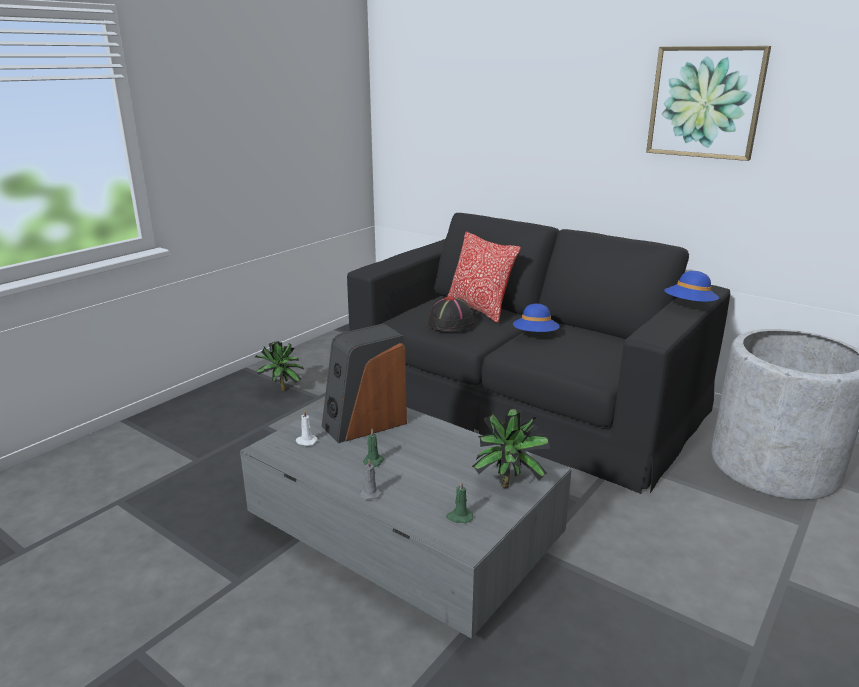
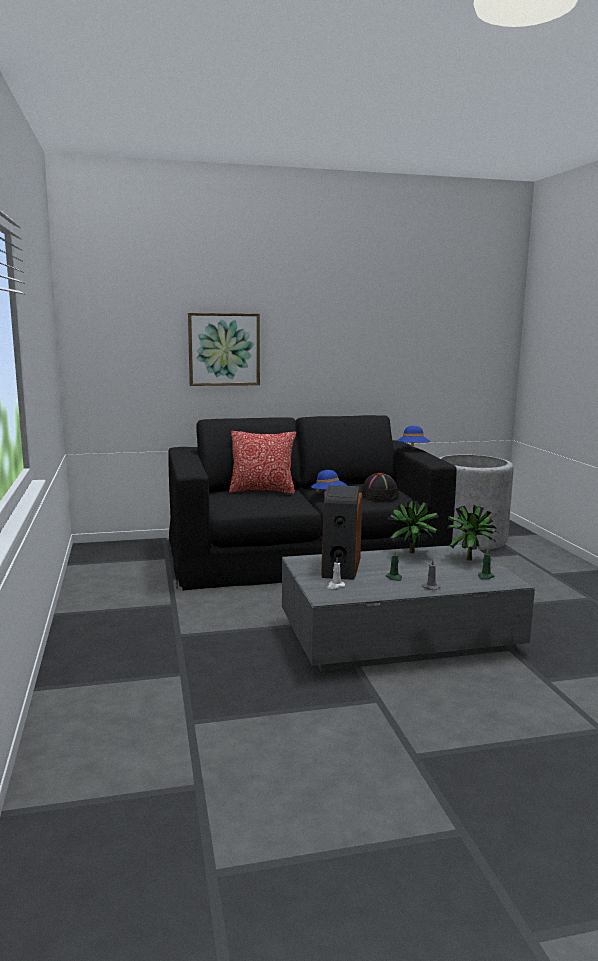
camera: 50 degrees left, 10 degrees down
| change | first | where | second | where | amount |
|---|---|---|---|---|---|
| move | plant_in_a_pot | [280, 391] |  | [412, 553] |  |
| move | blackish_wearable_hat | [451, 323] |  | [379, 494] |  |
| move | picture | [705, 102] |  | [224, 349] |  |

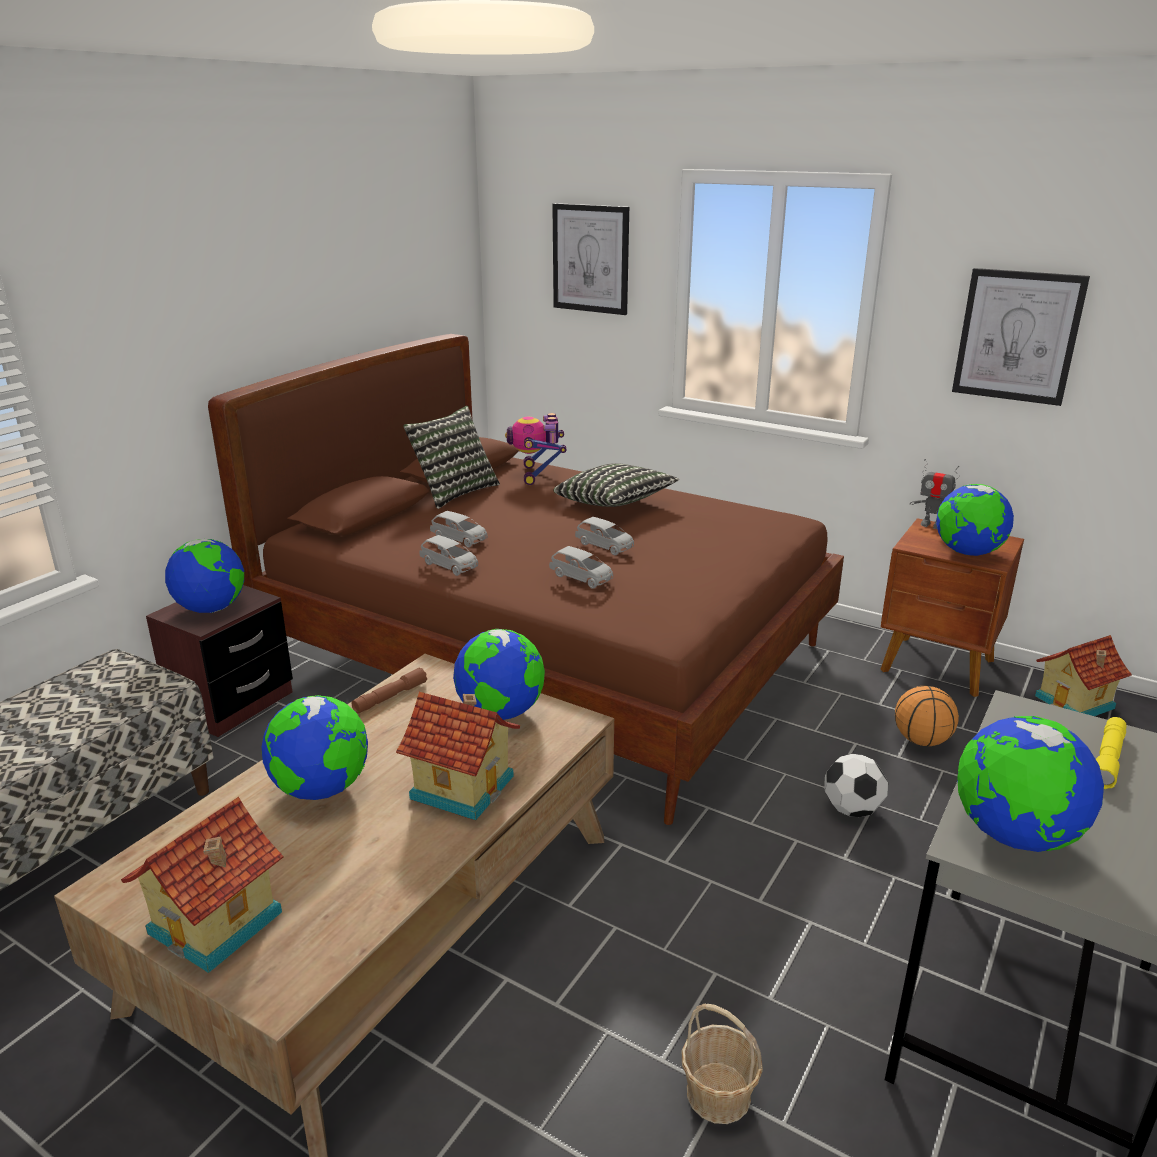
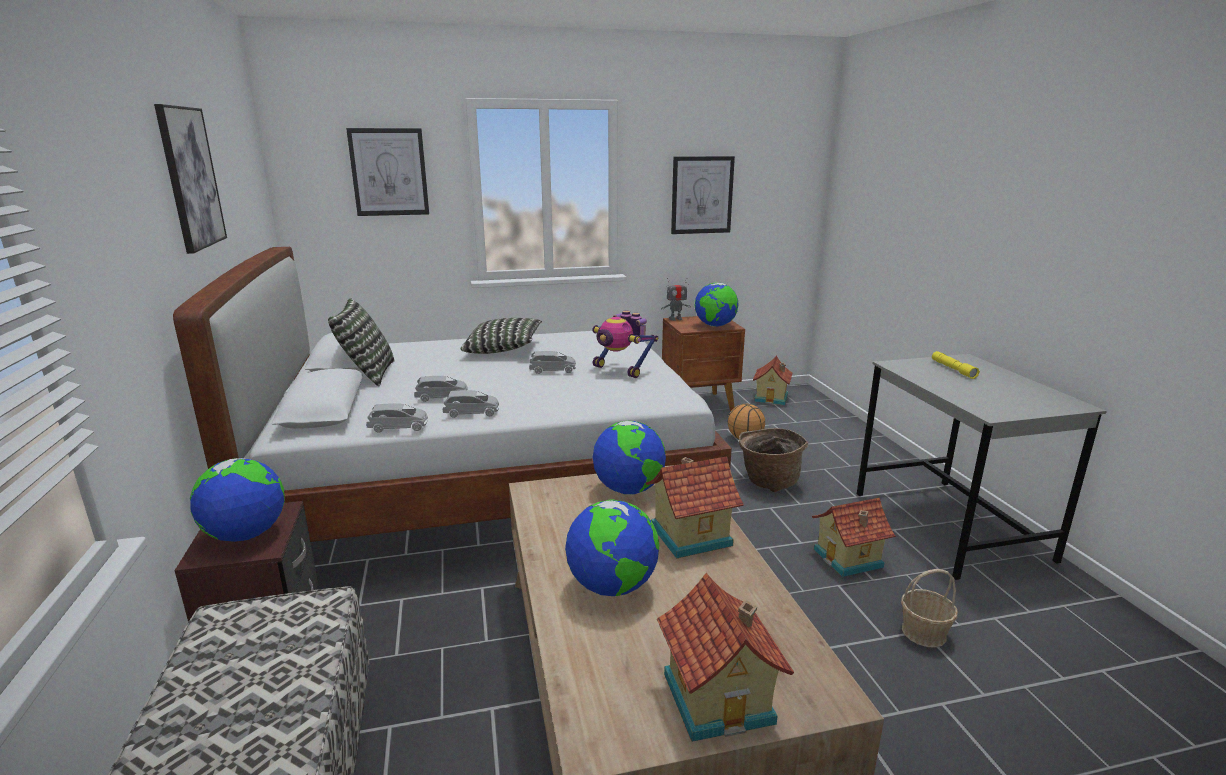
camera: 45 degrees left, 5 degrees down
| change | first | where | second | where | amount |
|---|---|---|---|---|---|
| delete | brown-coloured_flashlight | [390, 697] |  |  |  |
| delete | world_globe | [1014, 835] |  |  |  |
| insert |  |  | picture | [190, 178] |  |
| insert |  |  | toy_house | [849, 559] |  |
| move | robot_figure | [537, 475] |  | [621, 370] |  |
| move | greyish_toy_car | [582, 578] |  | [399, 427] |  |
| replace | football_ball | [852, 809] | household_basket | [768, 482] |  |
| recolor | brown-coloured_bedroom_bed | [547, 656] | white_bedroom_bed | [489, 484] |  |

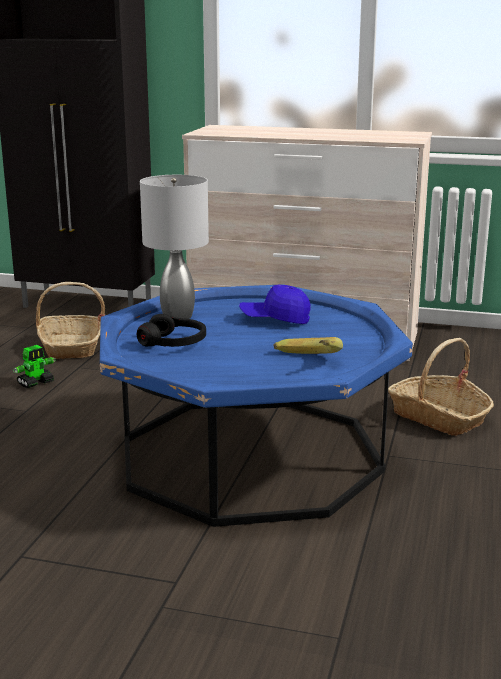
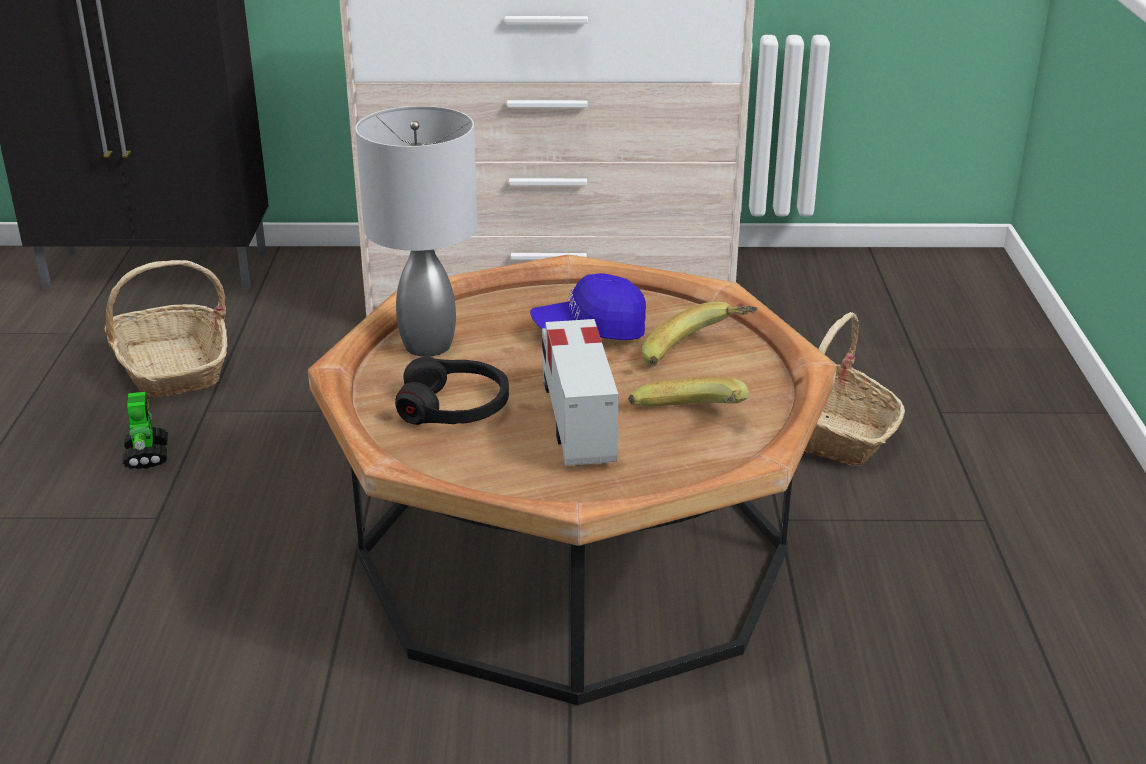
camera: 15 degrees left, 10 degrees up
| change | first | where | second | where | amount |
|---|---|---|---|---|---|
| insert |  |  | model_truck | [577, 419] |  |
| insert |  |  | banana_fruit | [698, 356] |  |
| recolor | blue-coloured_low_table | [250, 455] | brown-coloured_low_table | [572, 553] |  |
| rotate | robot_figure | [36, 383] |  | [147, 455] | 45 degrees counterclockwise |

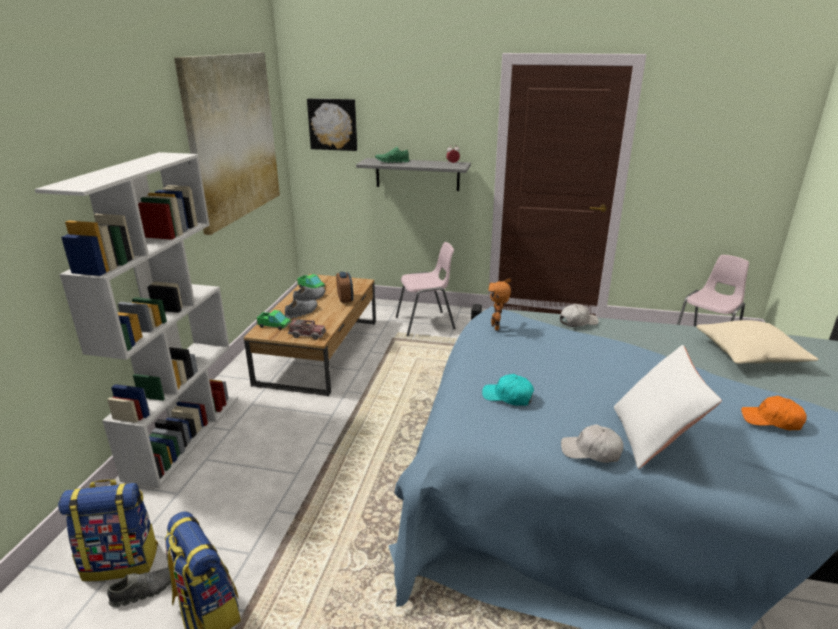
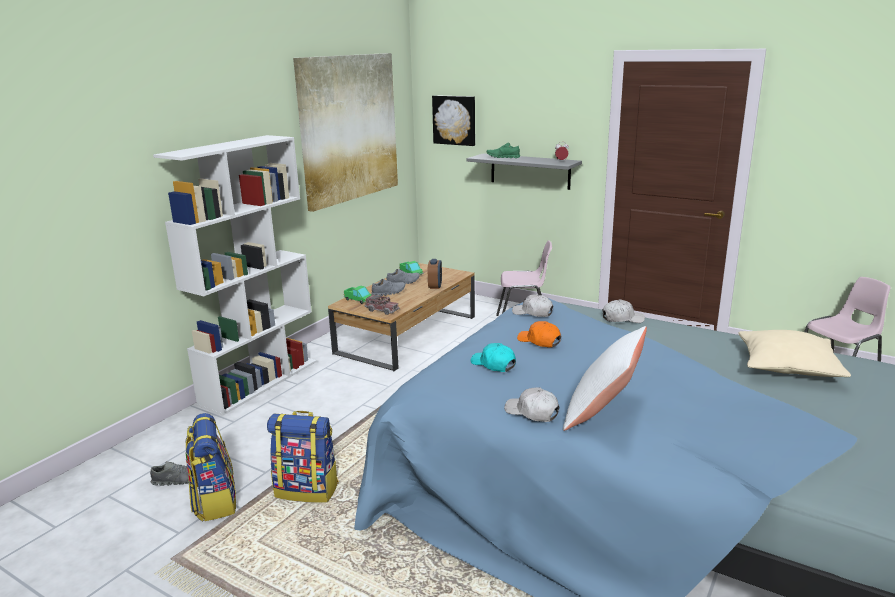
camera: 20 degrees right, 5 degrees down
| change | first | where | second | where | amount |
|---|---|---|---|---|---|
| move | rucksack | [122, 561] |  | [307, 490] |  |
| move | orange-coloured_peaked_cap | [771, 420] |  | [539, 341] |  |
| replace | robot_figure | [497, 327] | white_peaked_cap | [533, 313] |  |

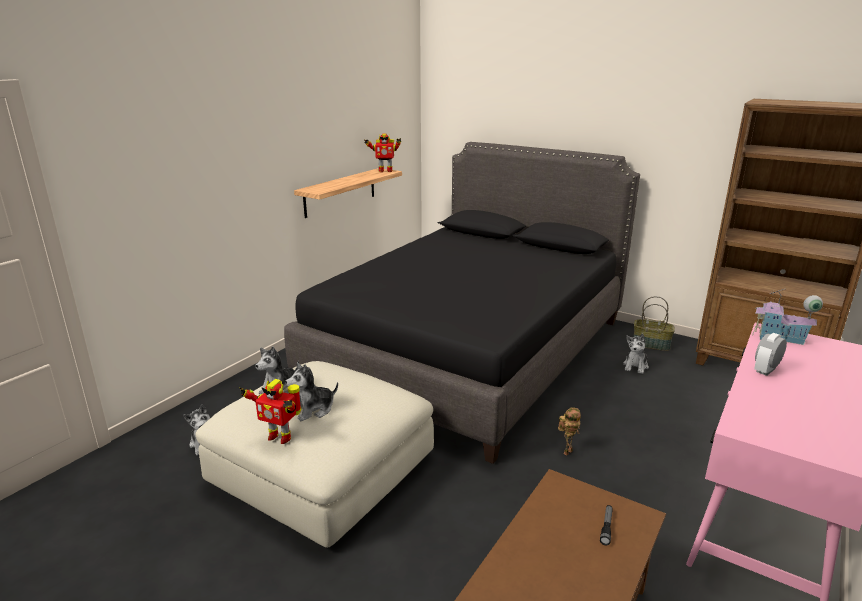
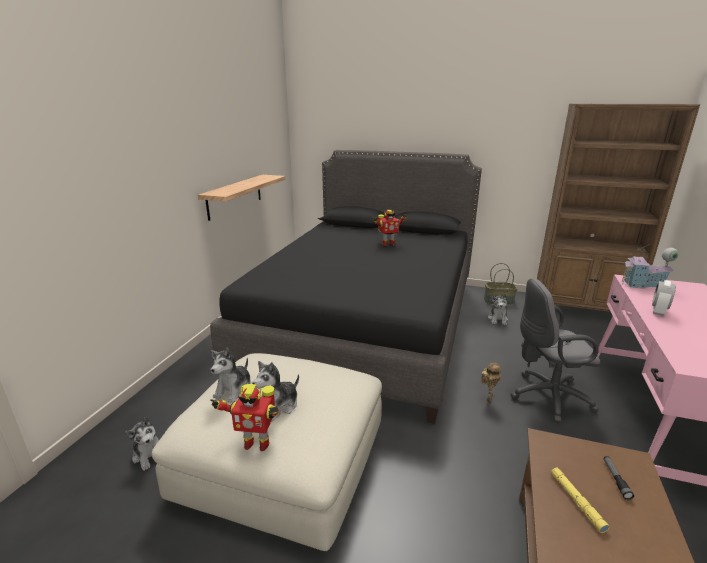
camera: 15 degrees left, 0 degrees up
| change | first | where | second | where | amount |
|---|---|---|---|---|---|
| insert |  |  | greyish_office_chair | [546, 397] |  |
| insert |  |  | yellowish_flashlight | [576, 501] |  |
| move | robot_figure | [385, 171] |  | [388, 244] |  |

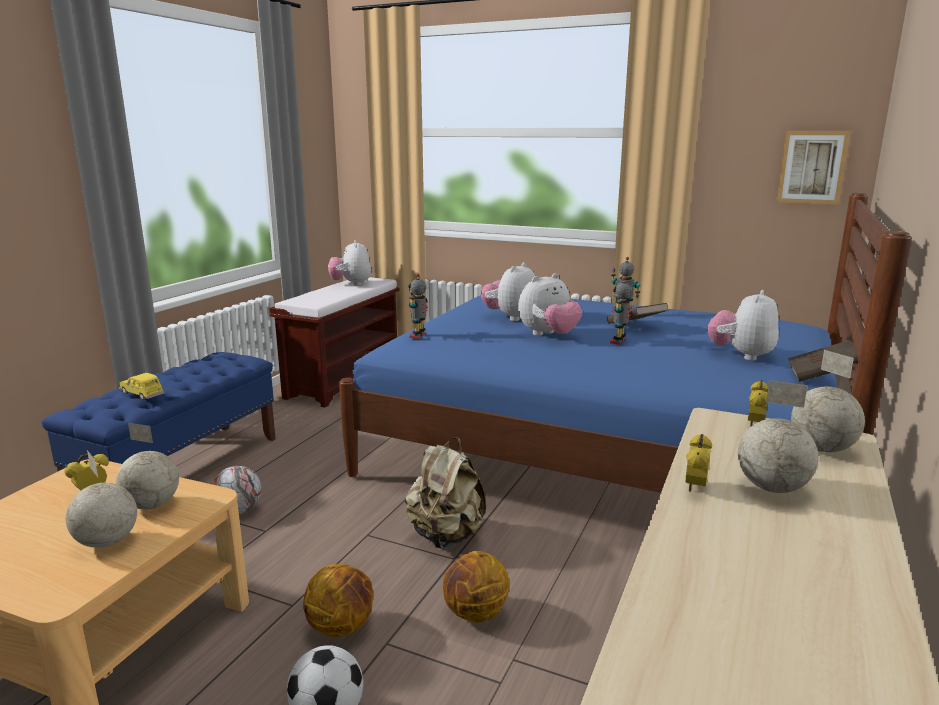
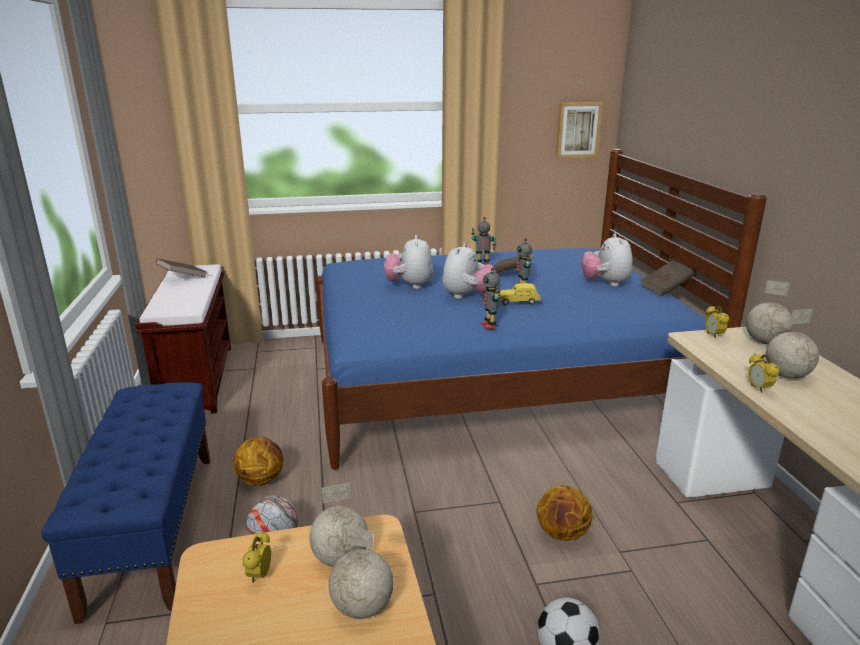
camera: 35 degrees left, 5 degrees up
| change | first | where | second | where | amount |
|---|---|---|---|---|---|
| delete | beige_rucksack | [446, 536] |  |  |  |
| move | yellowish_toy_car | [142, 395] |  | [519, 302] |  |
| move | basketball_ball | [342, 627] |  | [261, 479] |  |
| move | robot_figure | [418, 336] |  | [489, 325] |  |
| replace | plush_toy | [351, 284] | brown-coloured_volume | [183, 278] |  |

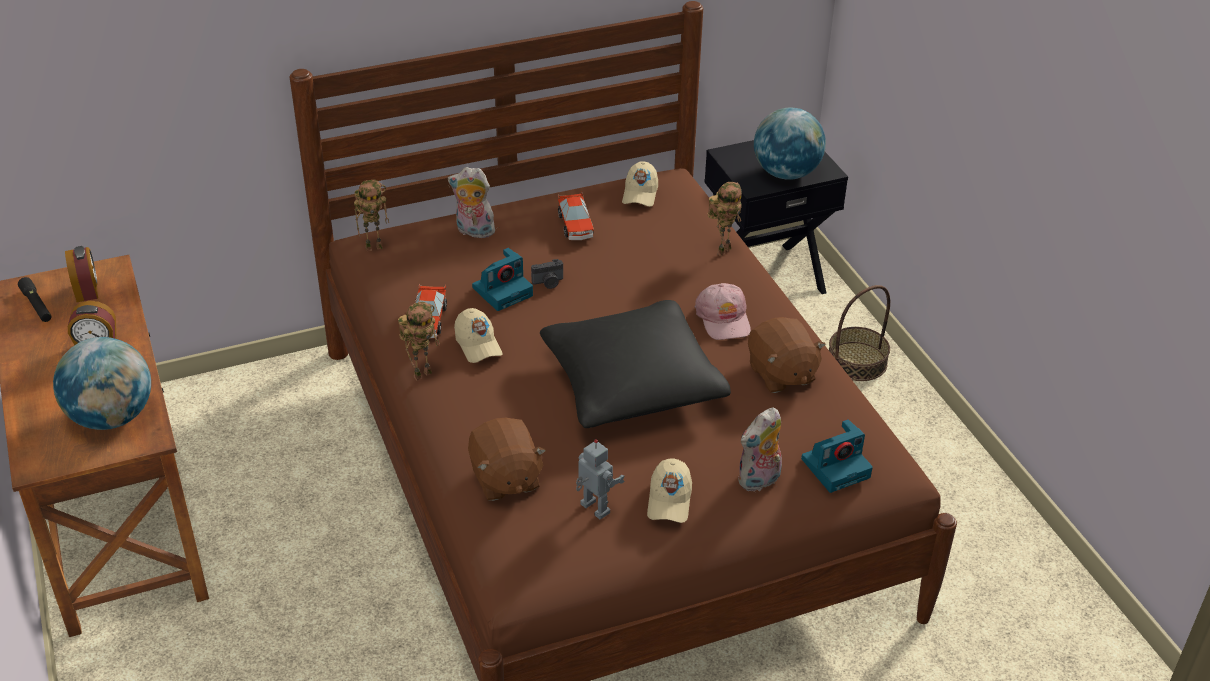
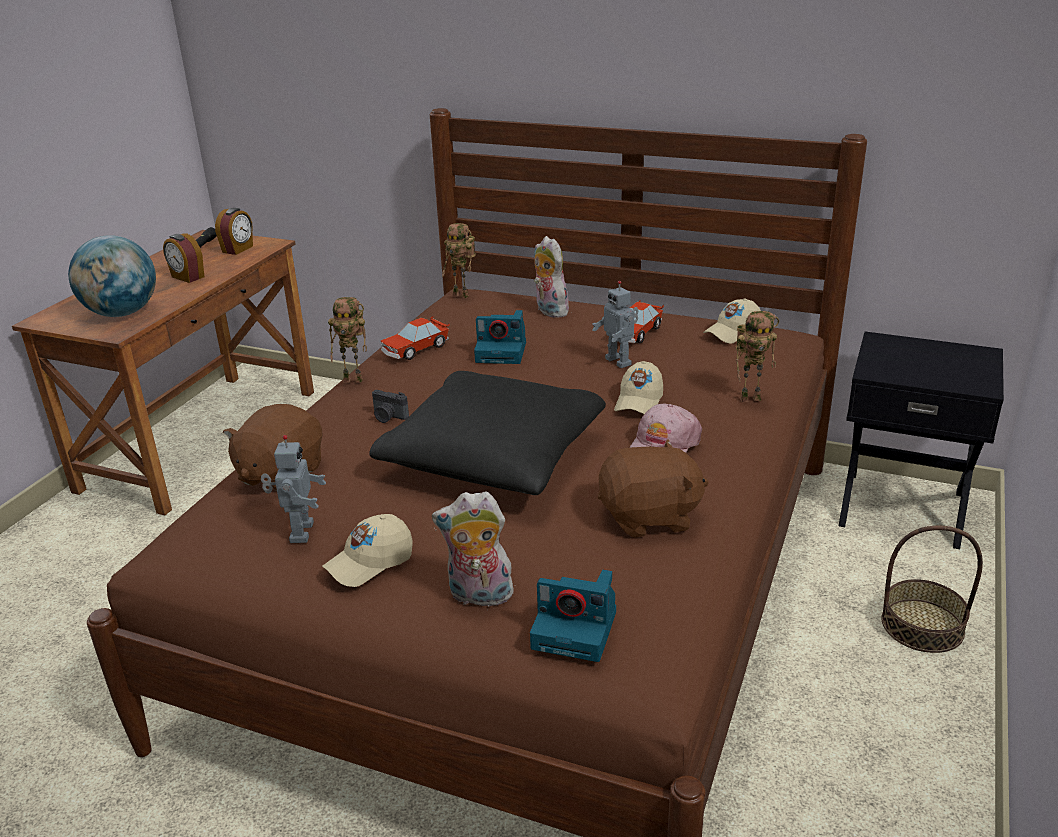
camera: 45 degrees right, 10 degrees down
| change | first | where | second | where | amount |
|---|---|---|---|---|---|
| delete | world_globe | [786, 173] |  |  |  |
| insert |  |  | robot_figure | [619, 361] |  |
| move | beige_peaked_cap | [478, 345] |  | [639, 401] |  |
| move | still_camera | [548, 283] |  | [388, 417] |  |
| rotate | brown-coloured_plush_toy | [781, 374] |  | [650, 517] | 120 degrees counterclockwise |

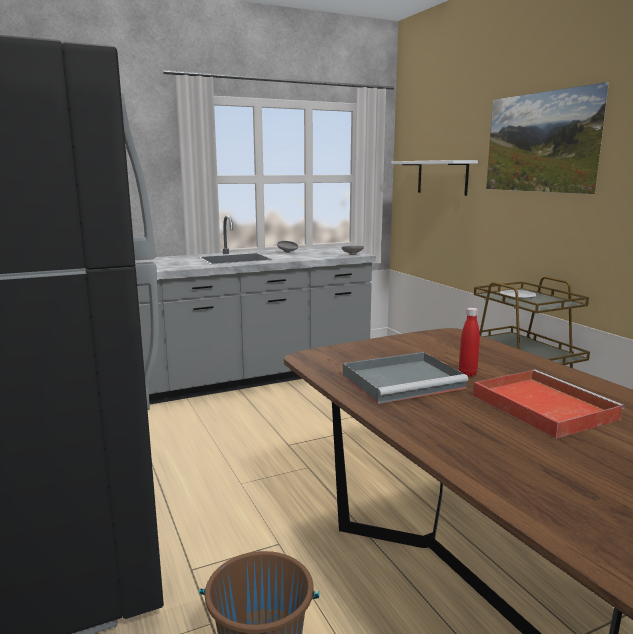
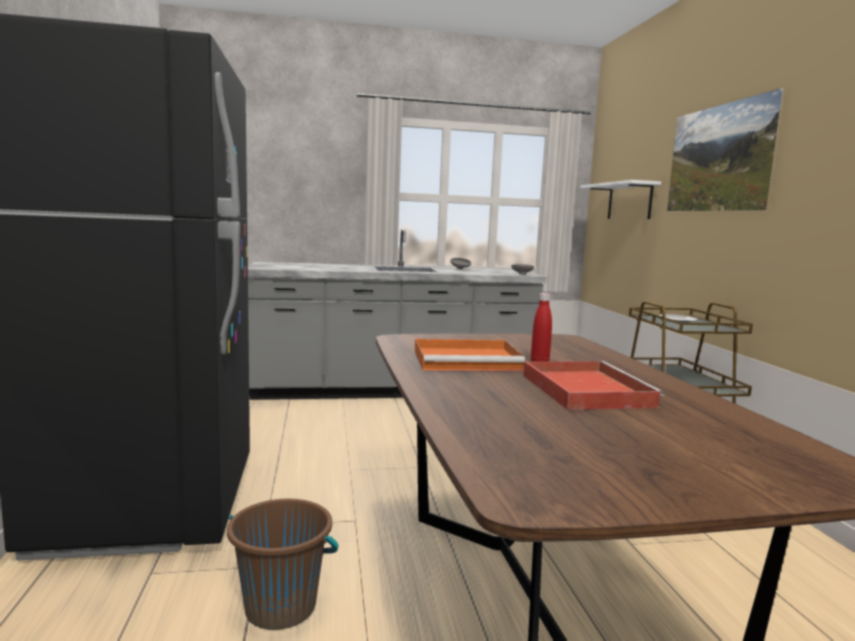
camera: 15 degrees right, 5 degrees down
| change | first | where | second | where | amount |
|---|---|---|---|---|---|
| recolor | greyish_serving_tray | [404, 381] | orange-coloured_serving_tray | [468, 360] |  |

